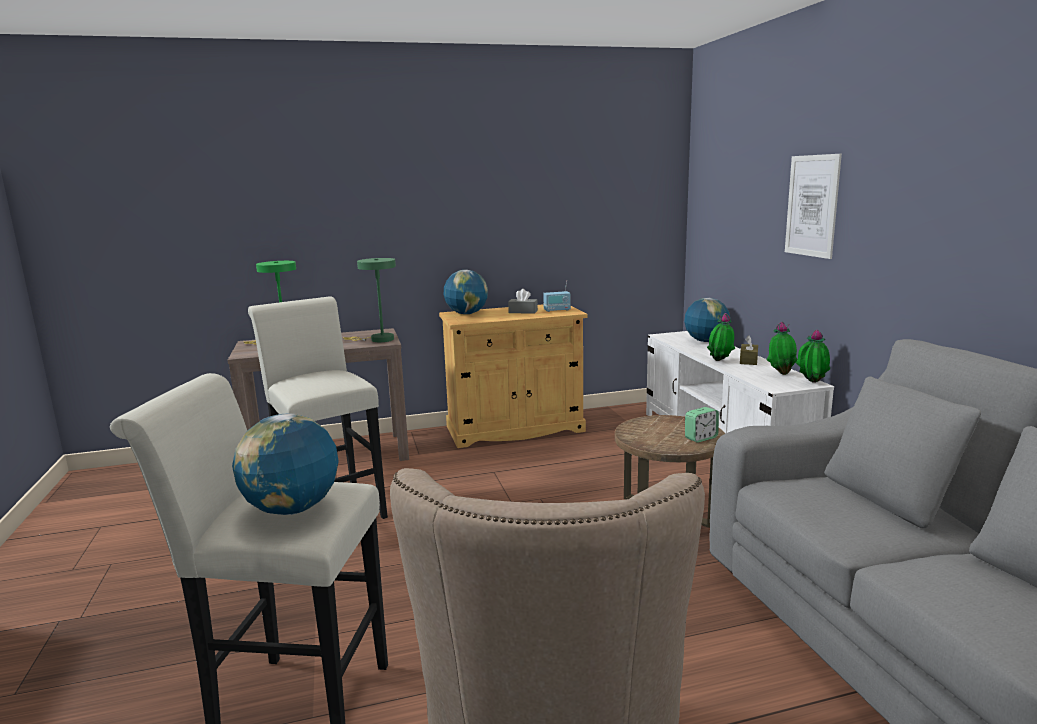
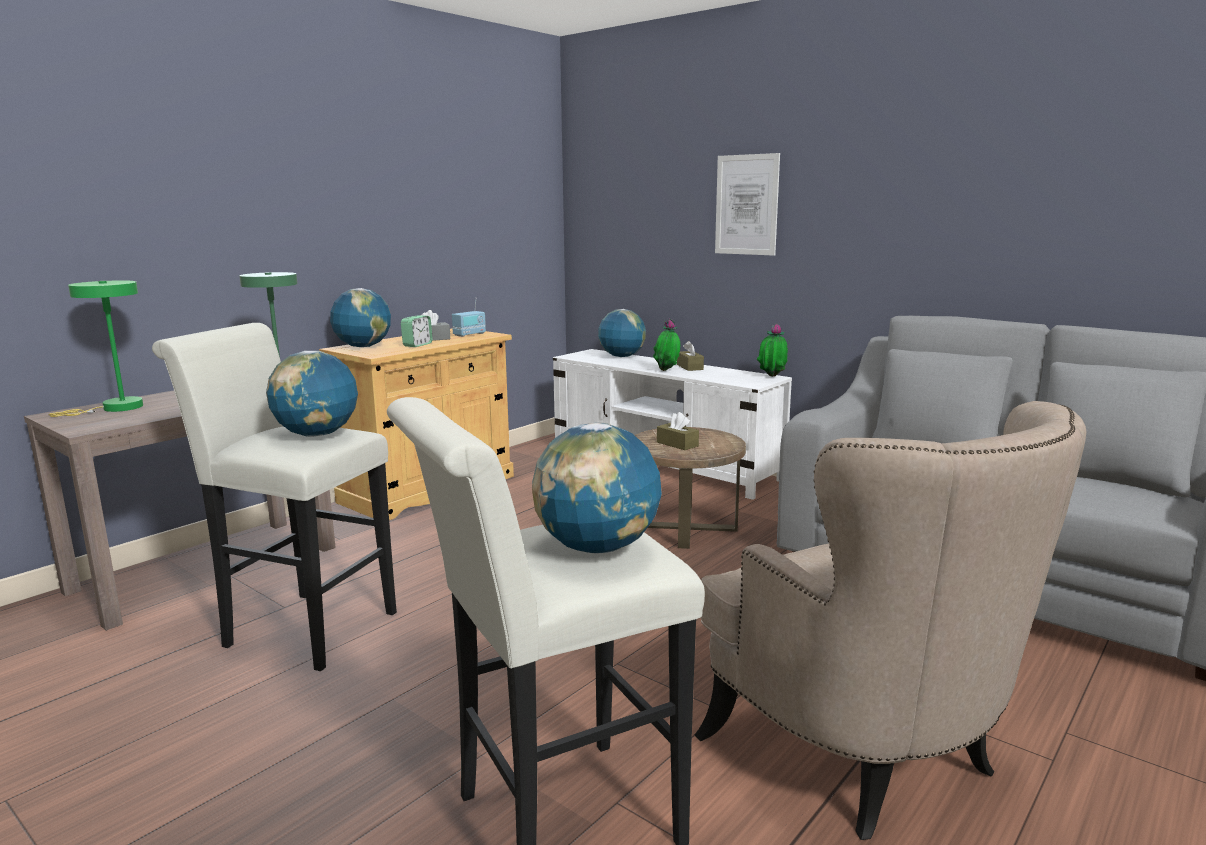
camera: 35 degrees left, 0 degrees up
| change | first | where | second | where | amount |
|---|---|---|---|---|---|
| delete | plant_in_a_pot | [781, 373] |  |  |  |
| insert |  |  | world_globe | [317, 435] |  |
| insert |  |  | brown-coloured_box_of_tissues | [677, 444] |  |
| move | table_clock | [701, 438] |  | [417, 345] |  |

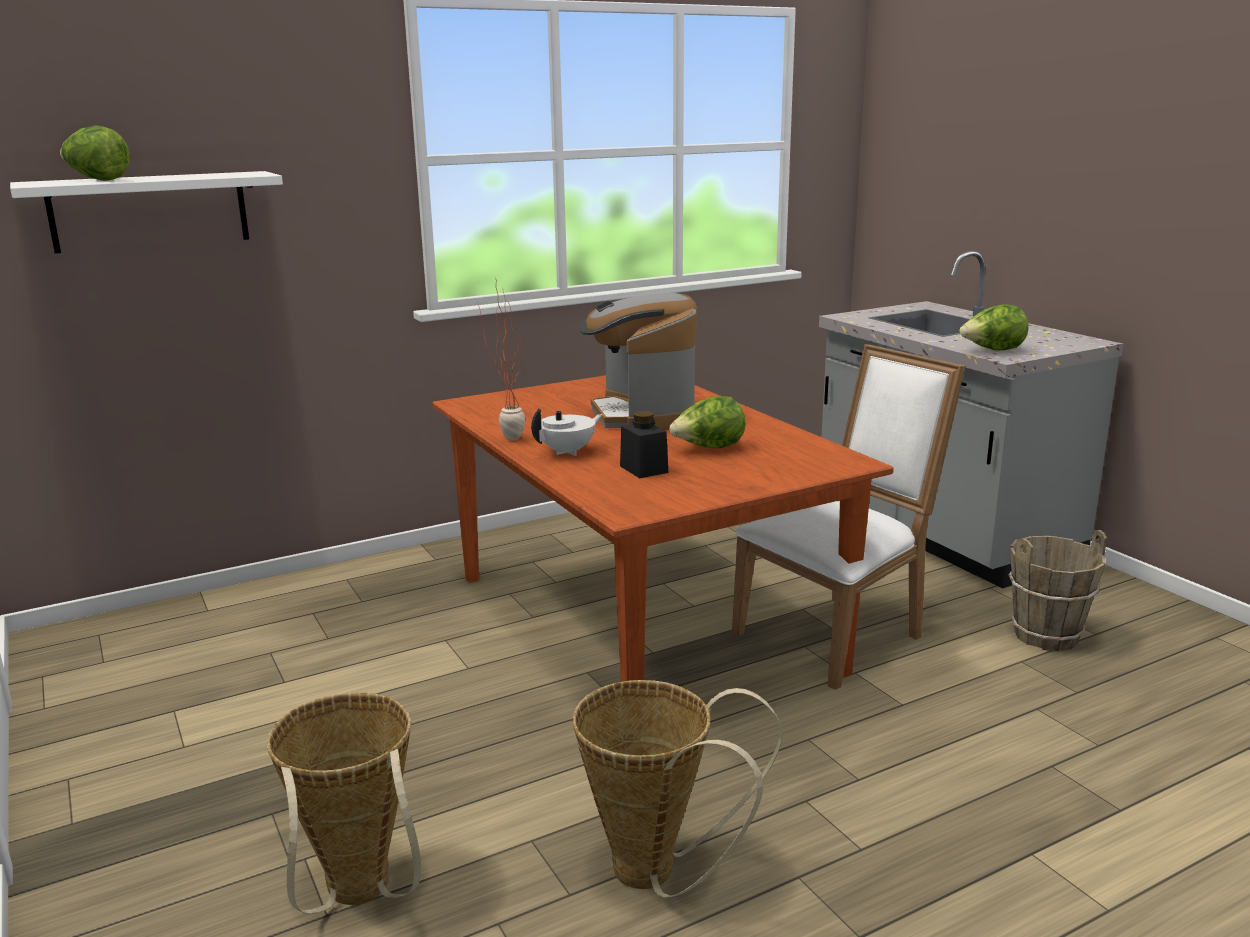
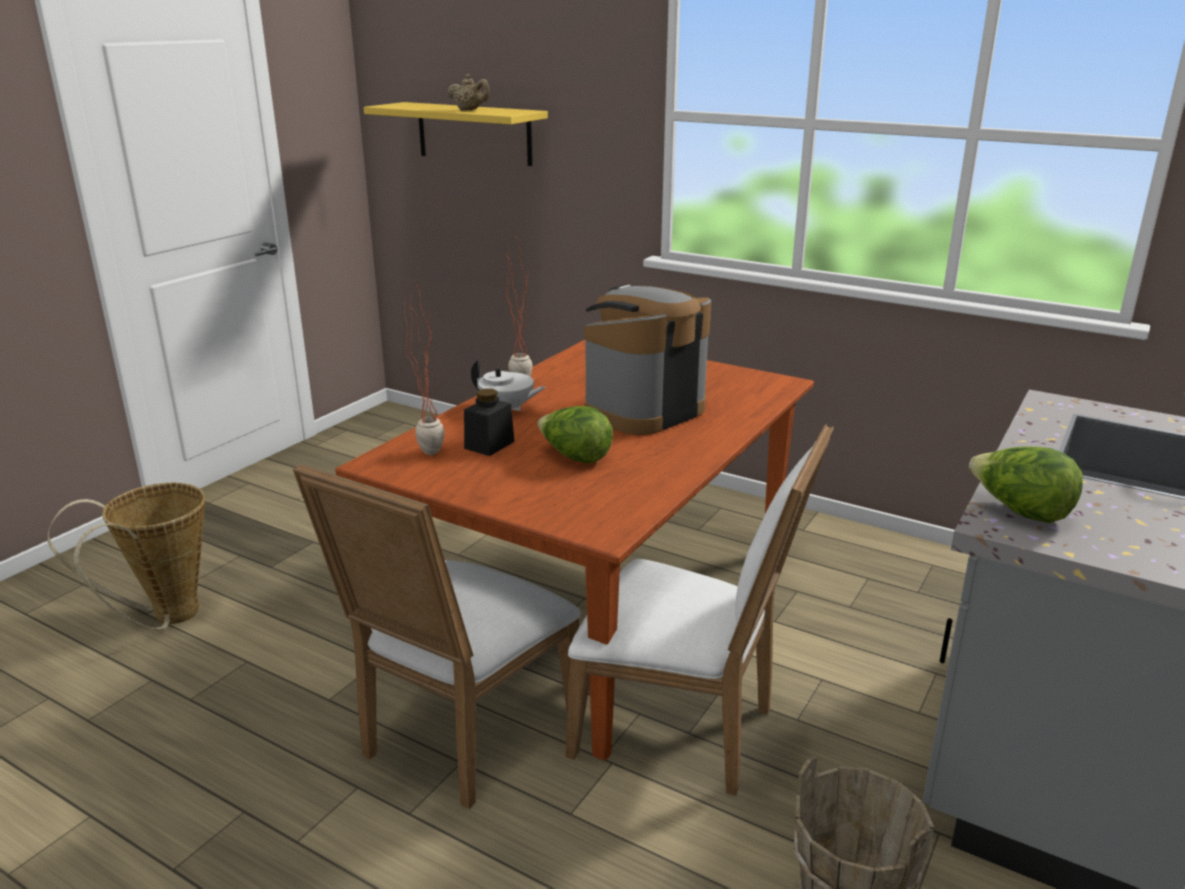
camera: 60 degrees right, 5 degrees up
| change | first | where | second | where | amount |
|---|---|---|---|---|---|
| delete | lettuce | [97, 180] |  |  |  |
| delete | household_basket | [658, 874] |  |  |  |
| insert |  |  | white_chair | [460, 737] |  |
| insert |  |  | plant_in_a_pot | [431, 449] |  |
| insert |  |  | beige_teapot | [470, 110] |  |
| recolor | white_bracket_shelf | [150, 211] | yellowish_bracket_shelf | [474, 133] |  |

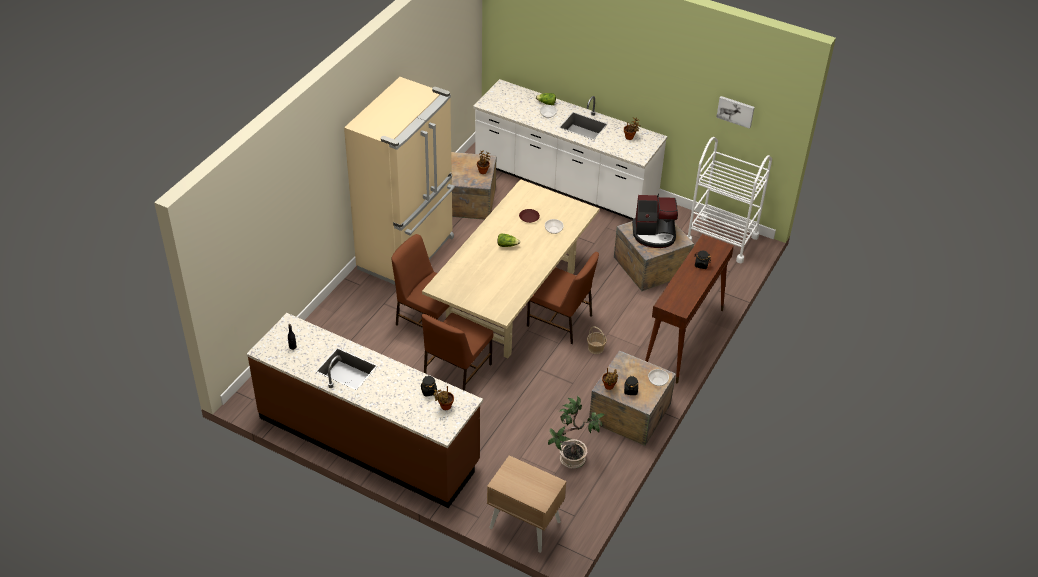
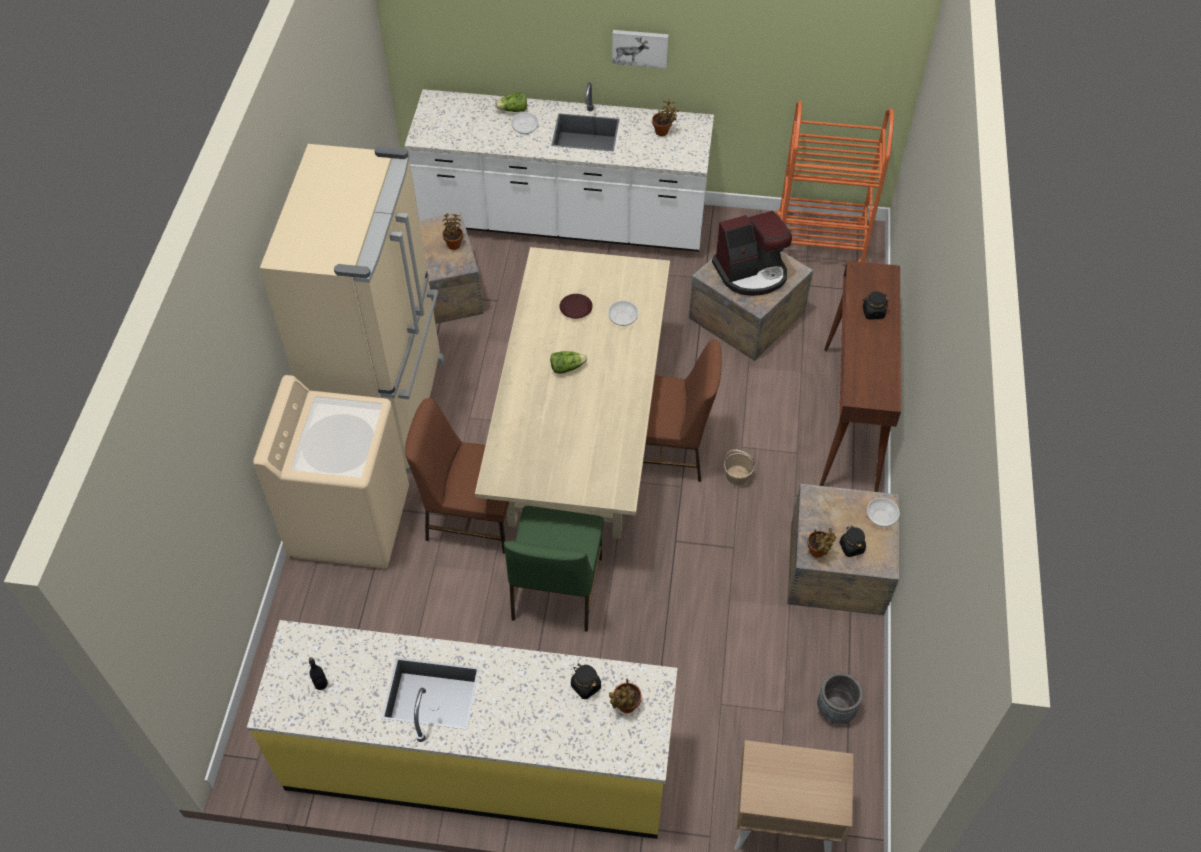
camera: 20 degrees left, 10 degrees up
| change | first | where | second | where | amount |
|---|---|---|---|---|---|
| delete | plant_in_a_pot | [572, 460] |  |  |  |
| insert |  |  | beige_laundry_appliance | [350, 521] |  |
| insert |  |  | greyish_plant_pot | [835, 709] |  |
| move | picture | [735, 111] |  | [640, 47] |  |
| recolor | brown-coloured_counter | [369, 440] | yellowish_counter | [478, 763] |  |
| recolor | brown-coloured_chair | [456, 372] | greenish_chair | [556, 590] |  |
| recolor | white_cart | [721, 239] | orange-coloured_cart | [819, 243] |  |

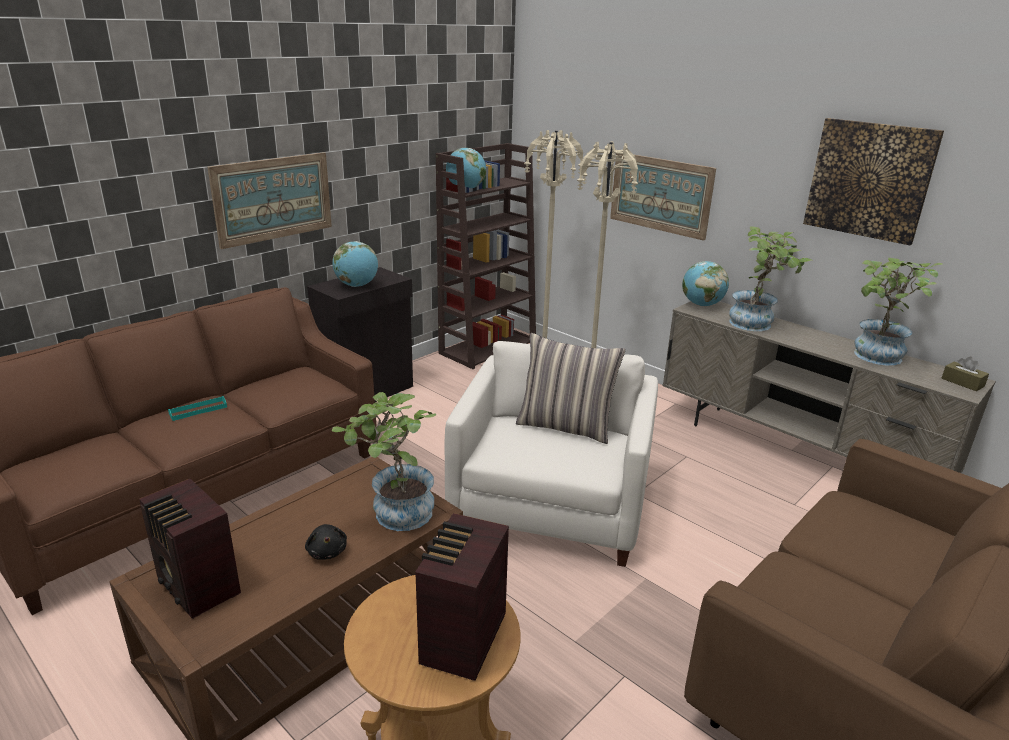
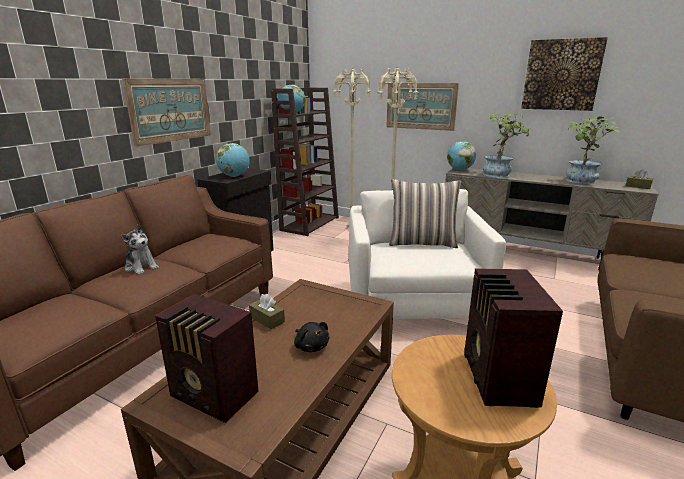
camera: 15 degrees left, 5 degrees down
| change | first | where | second | where | amount |
|---|---|---|---|---|---|
| delete | plant_in_a_pot | [395, 515] |  |  |  |
| insert |  |  | brown-coloured_box_of_tissues | [267, 319] |  |
| replace | turquoise_serving_tray | [198, 410] | plush_toy | [141, 267] |  |

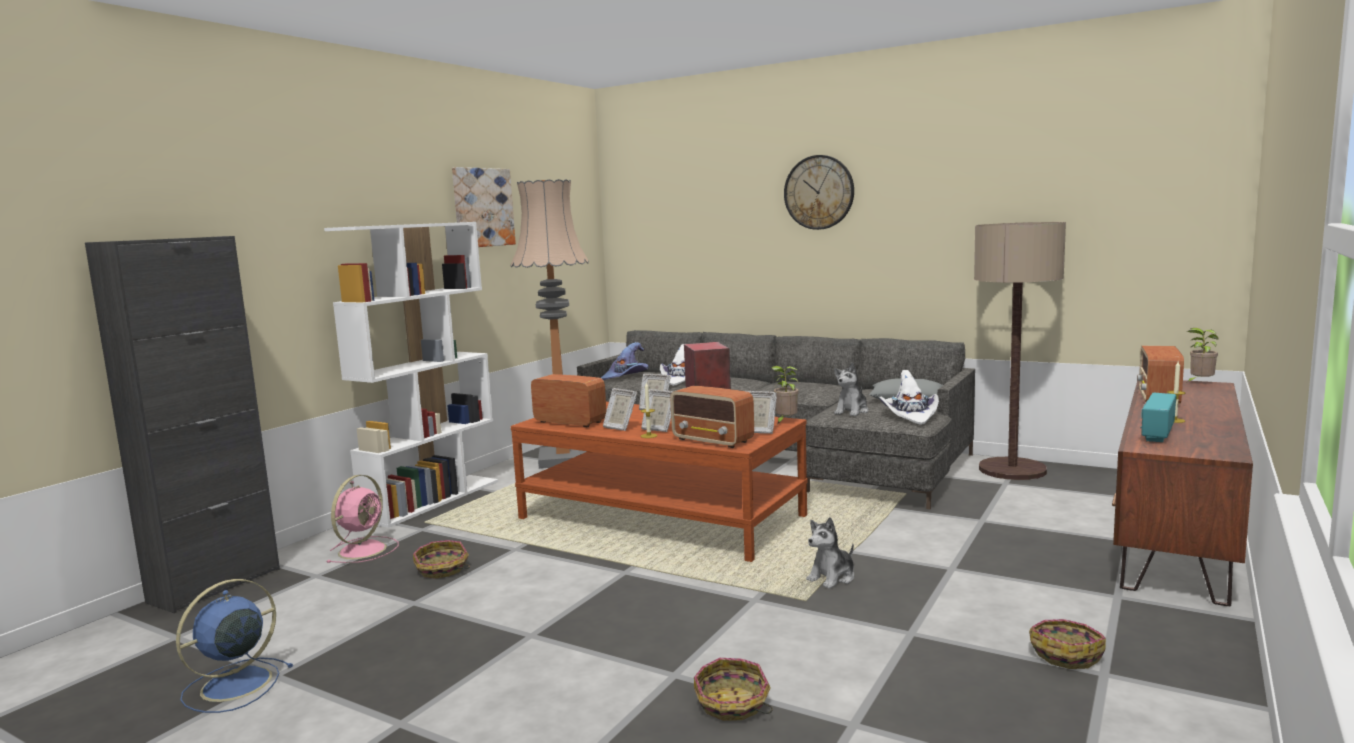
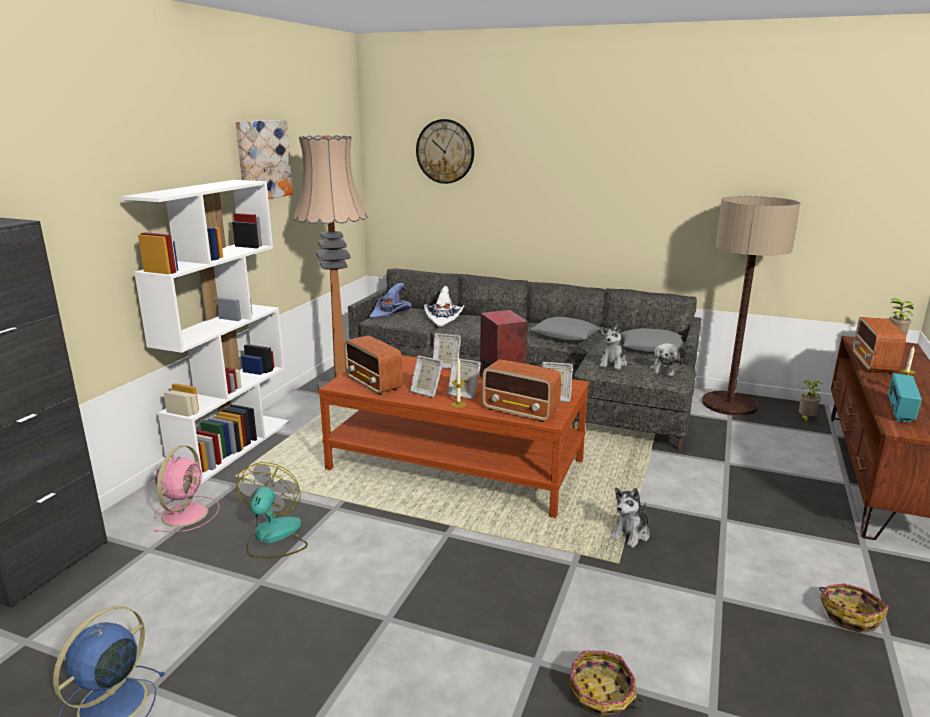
camera: 10 degrees left, 10 degrees up
| change | first | where | second | where | amount |
|---|---|---|---|---|---|
| insert |  |  | greyish_pillow | [565, 335] |  |
| move | plant_in_a_pot | [785, 422] |  | [805, 419] |  |
| move | clock_on_the_wall | [819, 192] |  | [445, 151] |  |
| replace | household_basket | [442, 570] | fan | [273, 537] |  |
| replace | white_wearable_hat | [910, 416] | plush_toy | [665, 369] |  |
| rotate | radio_receiver | [569, 422] |  | [374, 384] | 150 degrees counterclockwise |

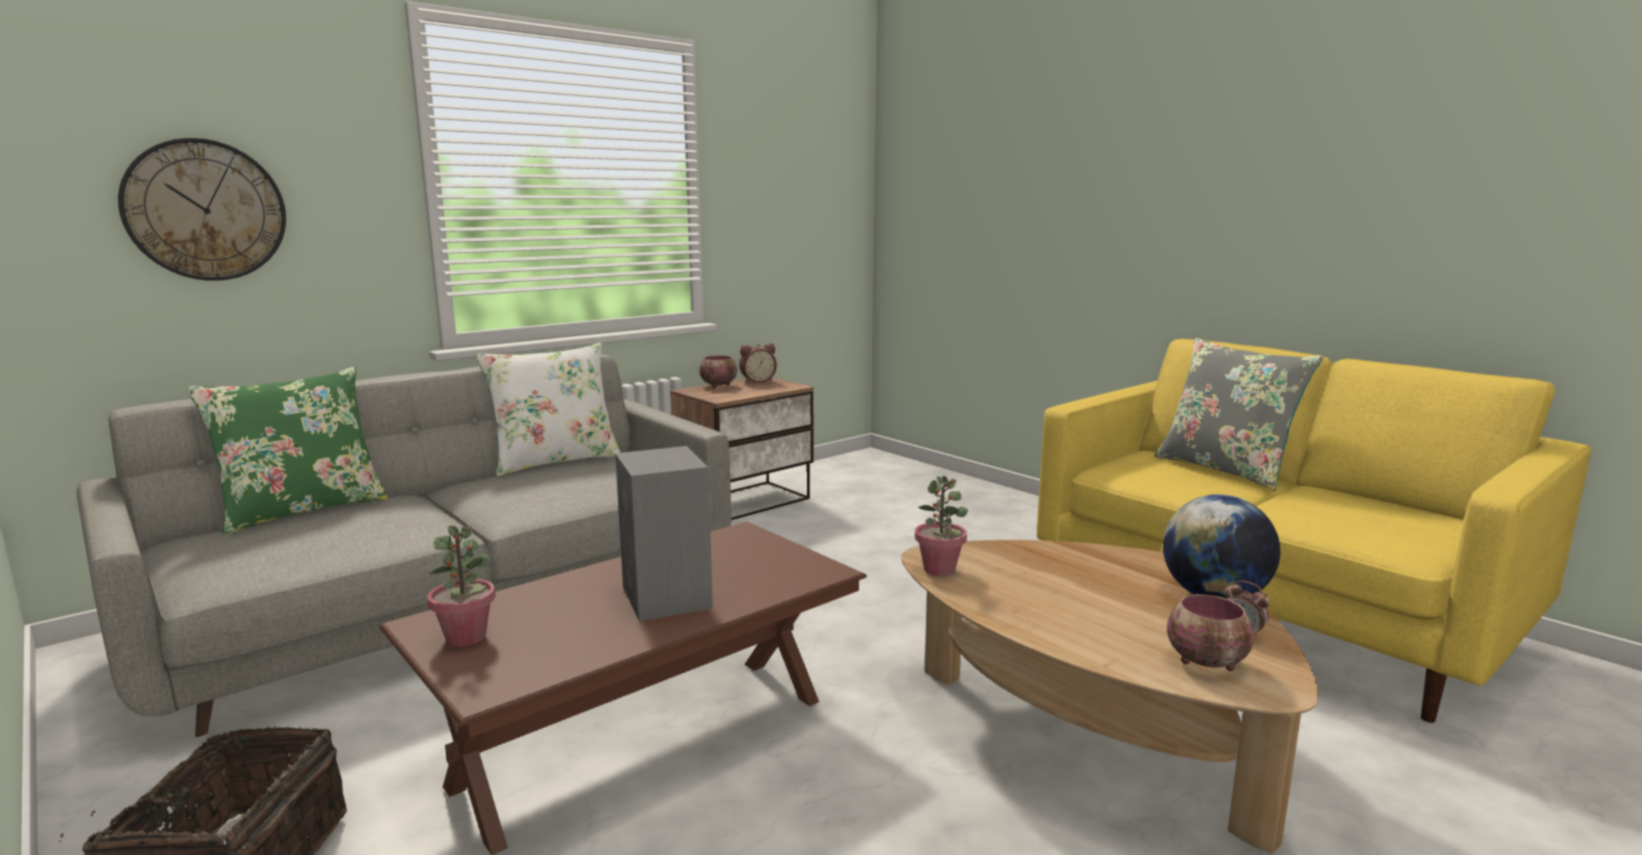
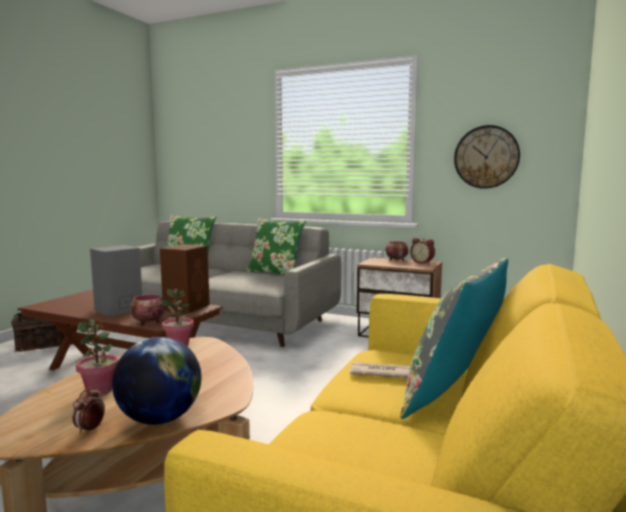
camera: 65 degrees right, 5 degrees down
| change | first | where | second | where | amount |
|---|---|---|---|---|---|
| insert |  |  | brown-coloured_speaker | [187, 307] |  |
| insert |  |  | daily_paper | [380, 373] |  |
| move | clock_on_the_wall | [205, 210] |  | [486, 157] |  |
| move | plant_in_a_pot | [466, 637] |  | [99, 390] |  |
| move | deep_dish | [1208, 663] |  | [148, 322] |  |
| recolor | white_pillow | [555, 461] | greenish_pillow | [275, 273] |  |

